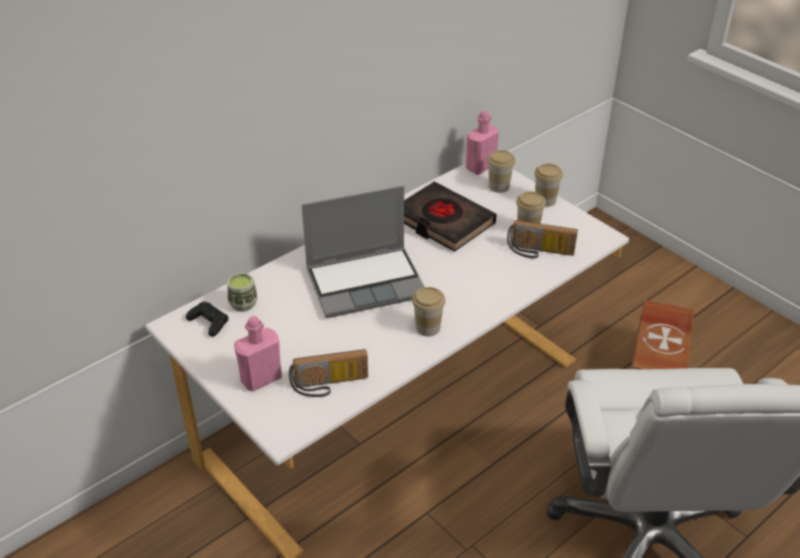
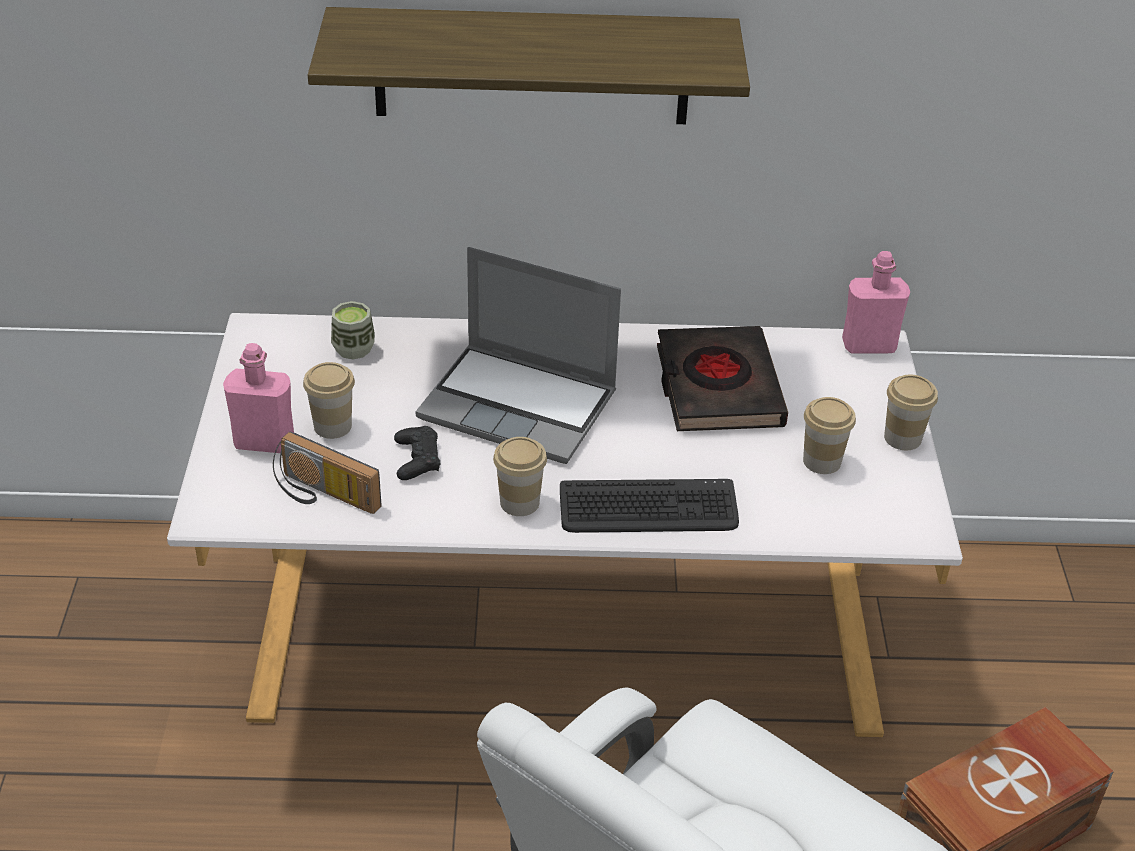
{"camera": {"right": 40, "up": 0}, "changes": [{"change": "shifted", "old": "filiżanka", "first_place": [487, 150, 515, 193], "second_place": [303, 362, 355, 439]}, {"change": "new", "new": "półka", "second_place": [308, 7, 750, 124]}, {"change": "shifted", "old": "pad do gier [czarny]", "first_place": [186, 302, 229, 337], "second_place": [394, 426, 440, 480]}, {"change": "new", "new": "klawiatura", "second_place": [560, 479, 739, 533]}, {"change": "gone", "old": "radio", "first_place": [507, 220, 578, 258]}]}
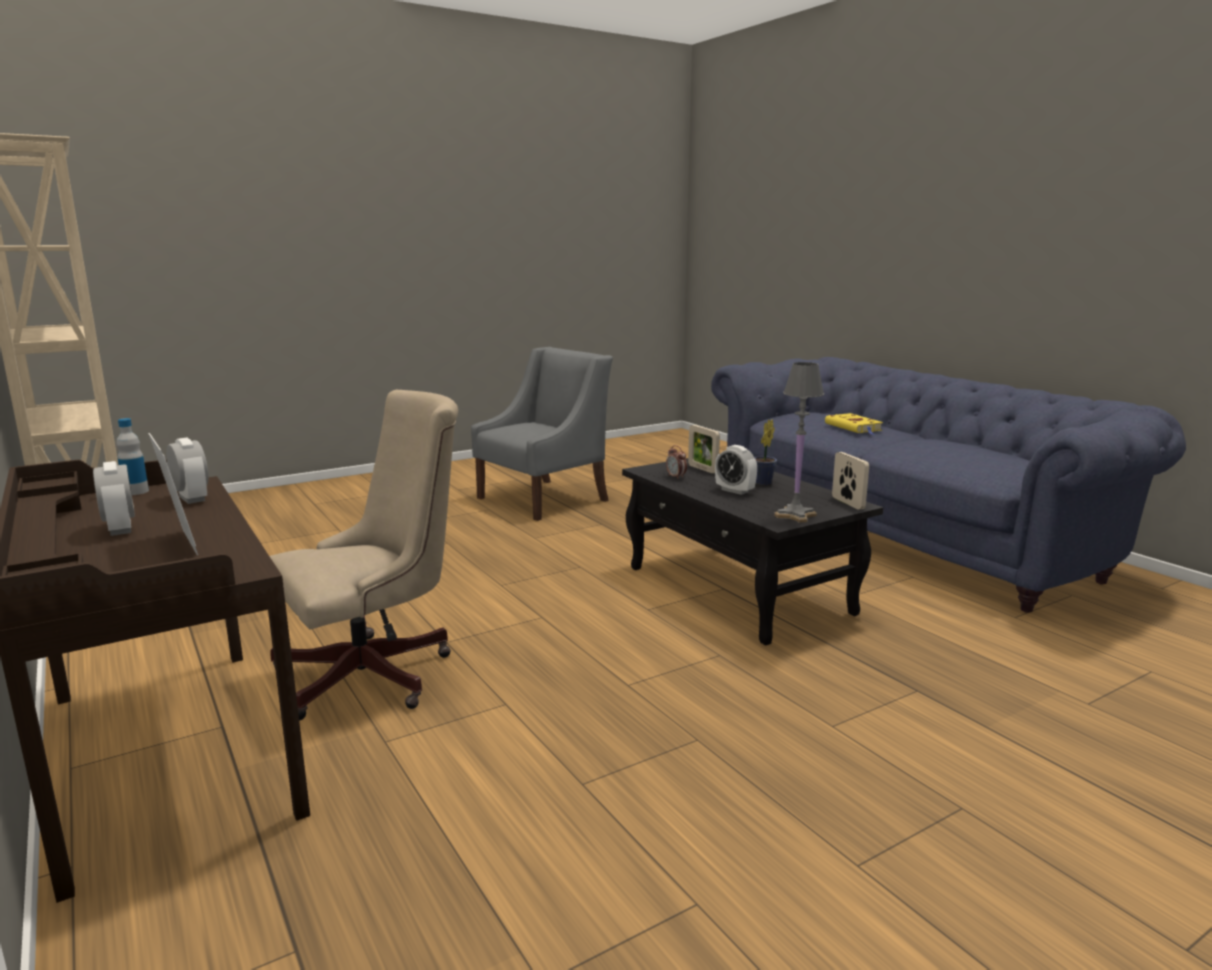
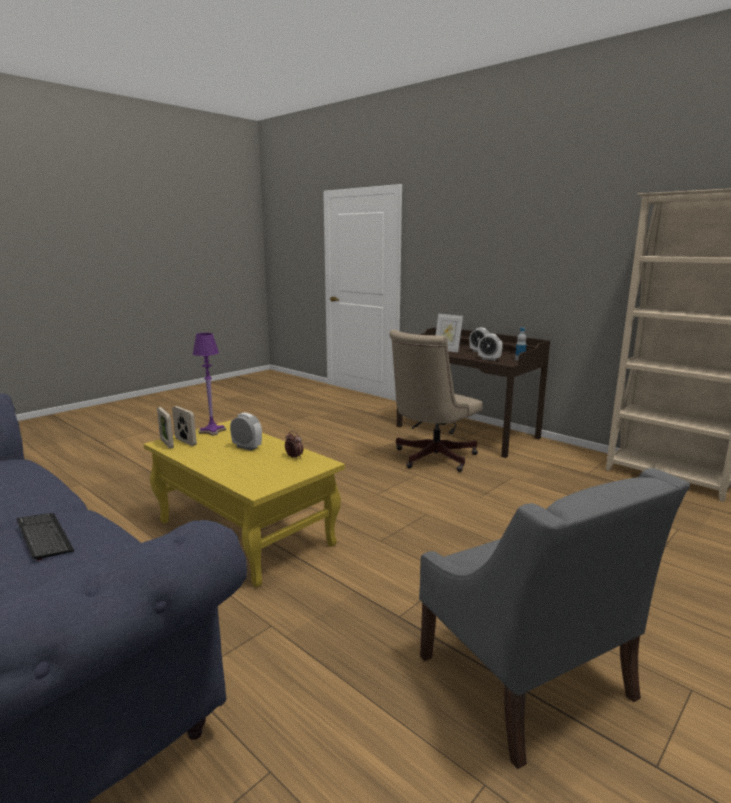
{"camera": {"right": 165, "up": 0}, "changes": [{"change": "swapped", "old": "książka [żółty]", "new": "klawiatura", "first_place": [825, 413, 883, 435], "second_place": [17, 513, 75, 561]}, {"change": "repainted", "old": "ława [czarny]", "new": "ława [żółty]", "first_place": [622, 458, 883, 645], "second_place": [144, 420, 345, 588]}, {"change": "shifted", "old": "ramka na zdjęcie", "first_place": [688, 425, 720, 474], "second_place": [172, 406, 197, 446]}, {"change": "repainted", "old": "lampa stołowa [szary]", "new": "lampa stołowa [fioletowy]", "first_place": [774, 362, 824, 522], "second_place": [192, 333, 226, 436]}, {"change": "rotated", "old": "fotel [szary]", "first_place": [471, 347, 613, 521], "second_place": [419, 468, 690, 769], "degrees": -60}, {"change": "gone", "old": "roślina doniczkowa", "first_place": [754, 419, 777, 485]}]}
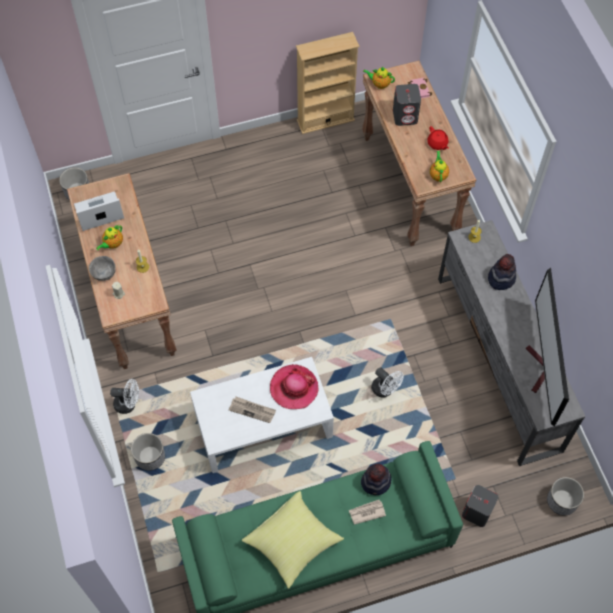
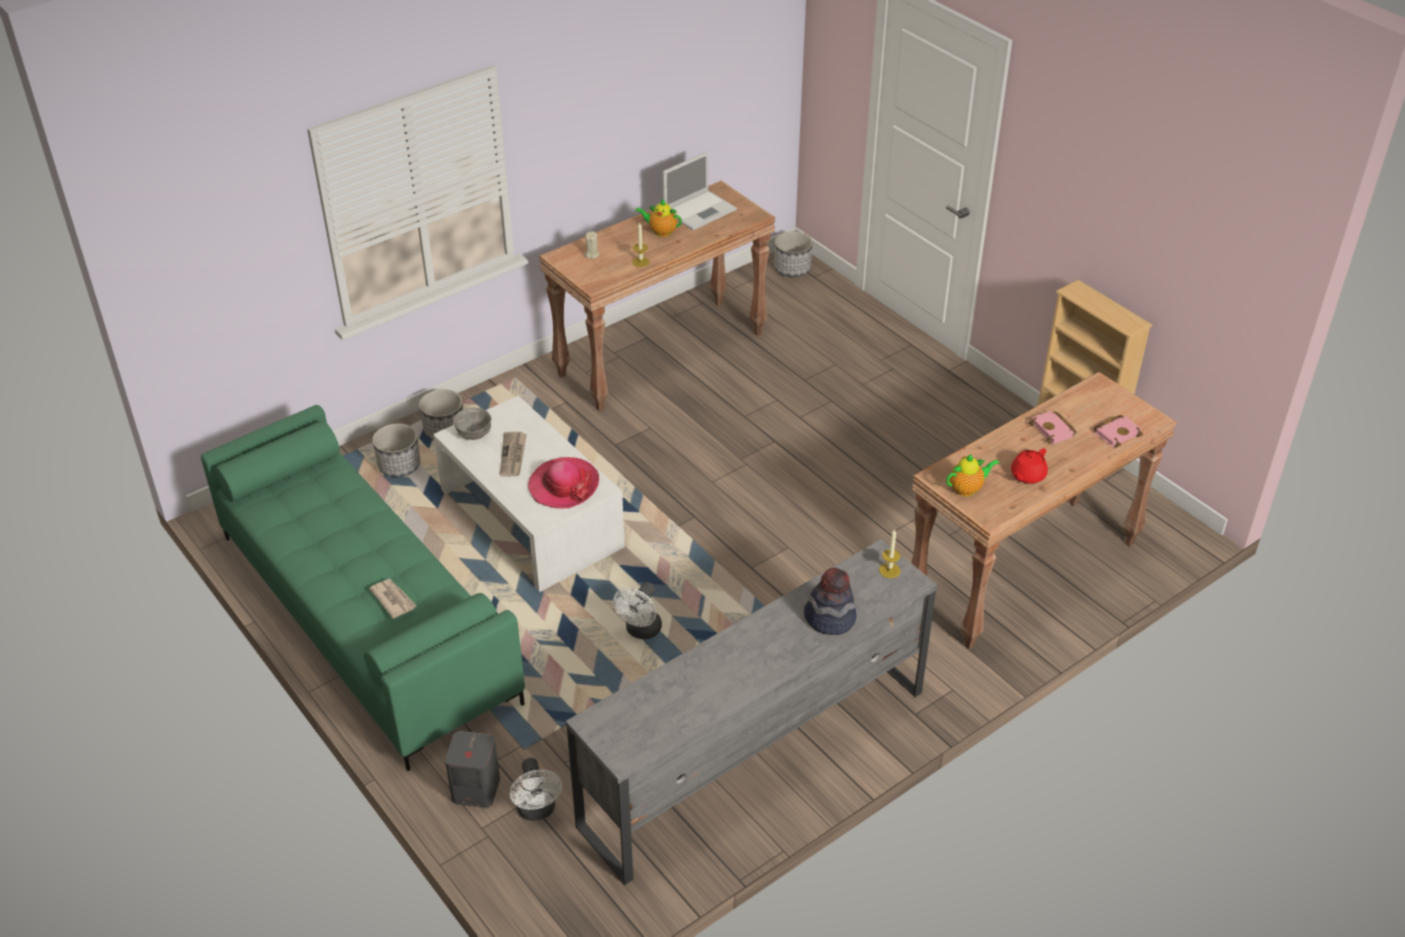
{"camera": {"right": 70, "up": -20}, "changes": [{"change": "shifted", "old": "donica", "first_place": [547, 477, 584, 515], "second_place": [372, 423, 420, 477]}, {"change": "shifted", "old": "miska [szary]", "first_place": [89, 256, 116, 281], "second_place": [453, 408, 491, 440]}, {"change": "shifted", "old": "wentylator [biały]", "first_place": [110, 379, 139, 414], "second_place": [510, 758, 562, 821]}, {"change": "rotated", "old": "laptop", "first_place": [74, 191, 124, 231], "second_place": [662, 152, 737, 230], "degrees": 90}, {"change": "swapped", "old": "głośnik [szary]", "new": "książka [różowy]", "first_place": [393, 84, 421, 126], "second_place": [1029, 411, 1077, 444]}, {"change": "gone", "old": "poduszka [żółty]", "first_place": [242, 491, 344, 589]}, {"change": "gone", "old": "kapelusz", "first_place": [361, 463, 391, 495]}, {"change": "gone", "old": "imbryk", "first_place": [363, 67, 395, 89]}, {"change": "gone", "old": "telewizor", "first_place": [525, 268, 569, 427]}]}
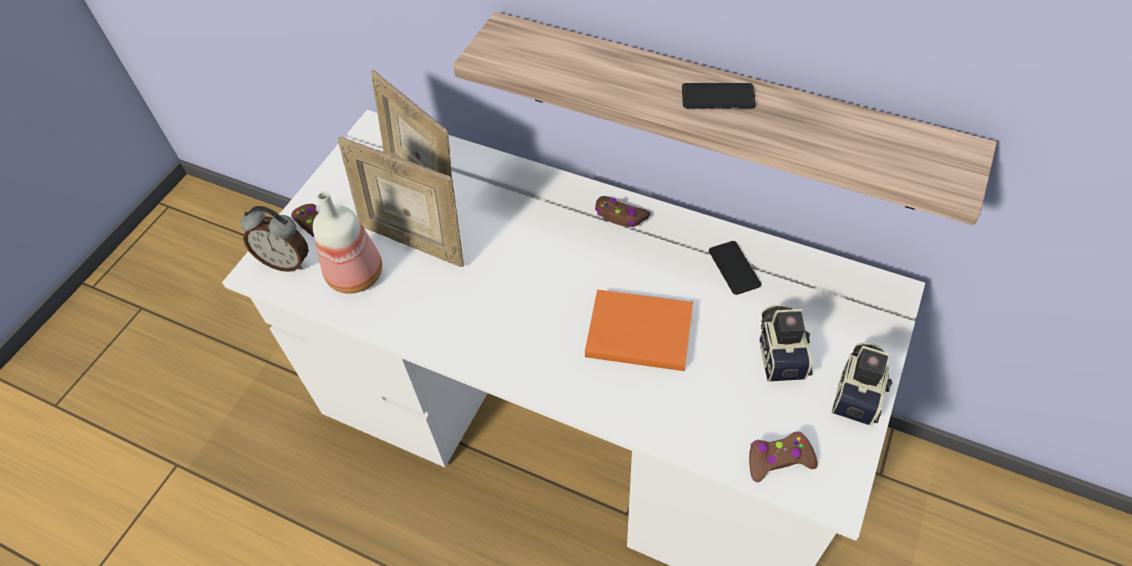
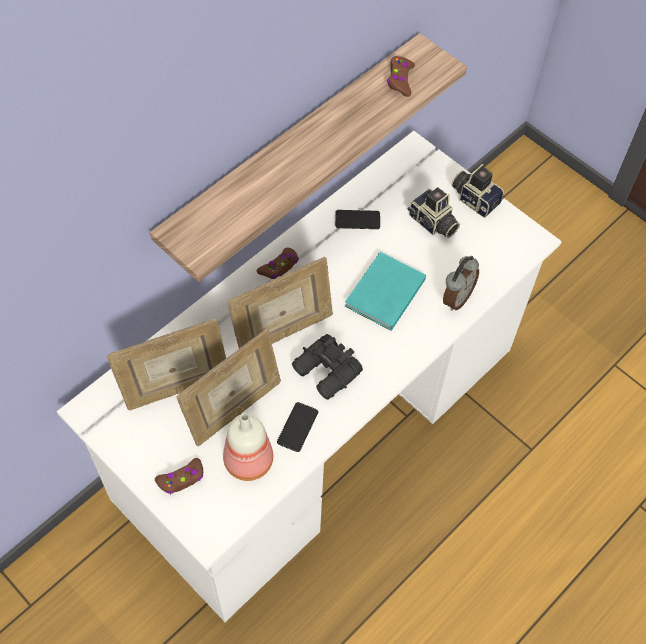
{"camera": {"right": -75, "up": 5}, "changes": [{"change": "new", "new": "ramka na zdjęcie", "second_place": [227, 257, 333, 348]}, {"change": "shifted", "old": "telefon", "first_place": [682, 83, 756, 109], "second_place": [277, 402, 318, 452]}, {"change": "new", "new": "lornetka [czarny]", "second_place": [292, 334, 363, 400]}, {"change": "repainted", "old": "książka [pomarańczowy]", "new": "książka [turkusowy]", "first_place": [585, 290, 693, 371], "second_place": [345, 252, 426, 331]}, {"change": "shifted", "old": "pad do gier [brązowy]", "first_place": [749, 432, 818, 482], "second_place": [387, 56, 415, 97]}, {"change": "rotated", "old": "aparat fotograficzny", "first_place": [759, 304, 813, 382], "second_place": [407, 187, 460, 238], "degrees": -150}, {"change": "shifted", "old": "budzik", "first_place": [241, 206, 309, 272], "second_place": [443, 256, 479, 311]}]}
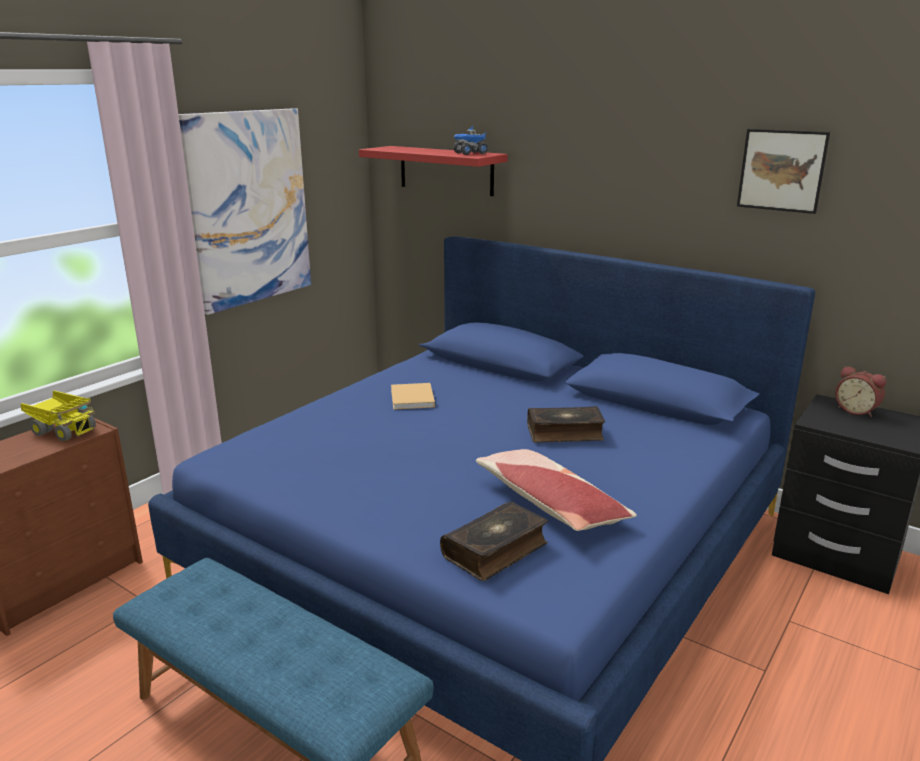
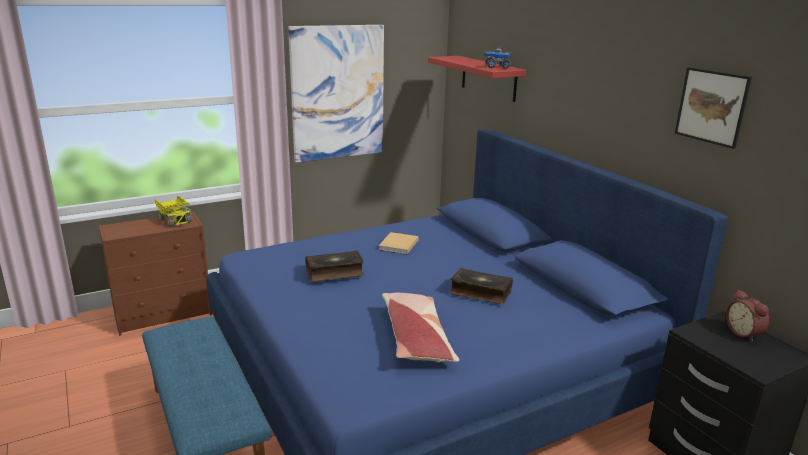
{"camera": {"right": 25, "up": 0}, "changes": [{"change": "shifted", "old": "książka", "first_place": [440, 501, 548, 581], "second_place": [305, 251, 364, 282]}]}
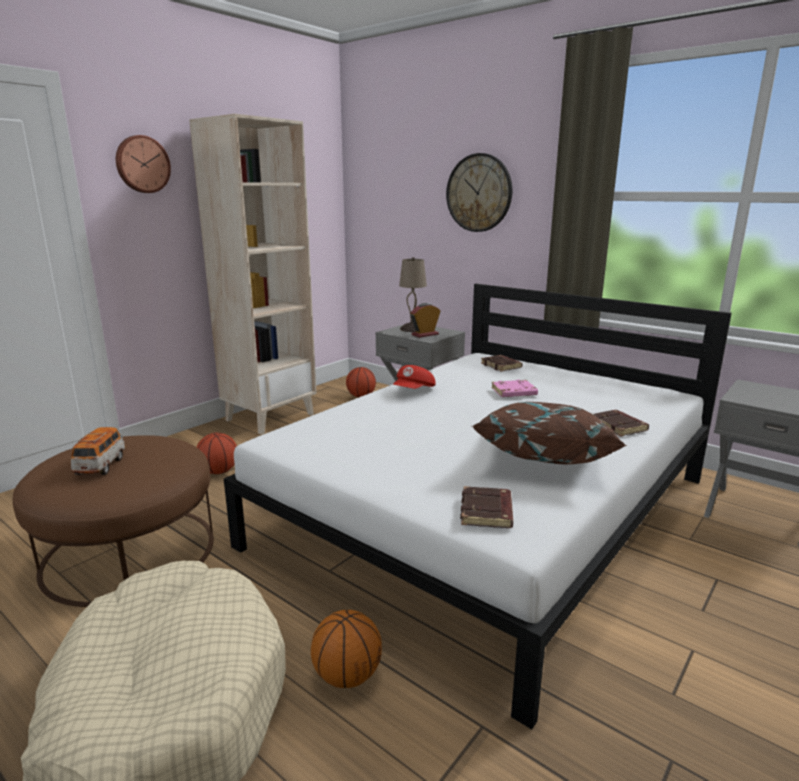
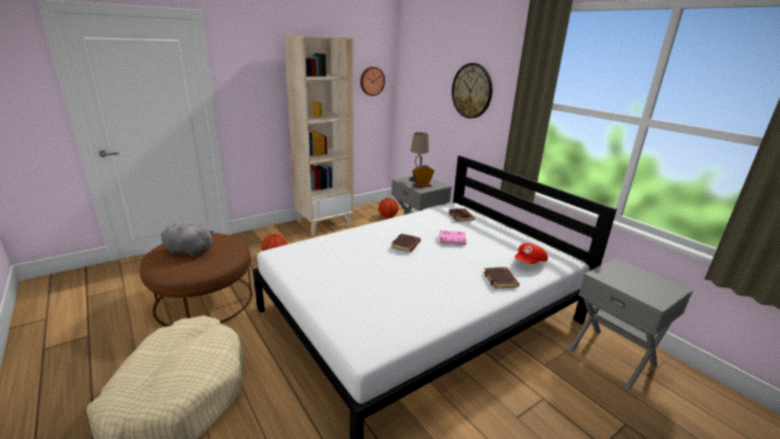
{"camera": {"right": 15, "up": 5}, "changes": [{"change": "swapped", "old": "samochodzik", "new": "pluszak [szary]", "first_place": [71, 427, 126, 475], "second_place": [161, 221, 214, 257]}, {"change": "shifted", "old": "zegar ścienny", "first_place": [116, 135, 171, 193], "second_place": [360, 67, 385, 96]}, {"change": "shifted", "old": "książka [brązowy]", "first_place": [460, 486, 513, 528], "second_place": [391, 233, 421, 252]}, {"change": "shifted", "old": "czapka z daszkiem [czerwony]", "first_place": [393, 365, 436, 389], "second_place": [515, 243, 548, 264]}, {"change": "gone", "old": "piłka do koszykówki", "first_place": [311, 610, 382, 688]}, {"change": "gone", "old": "poduszka [brązowy]", "first_place": [473, 402, 627, 464]}]}
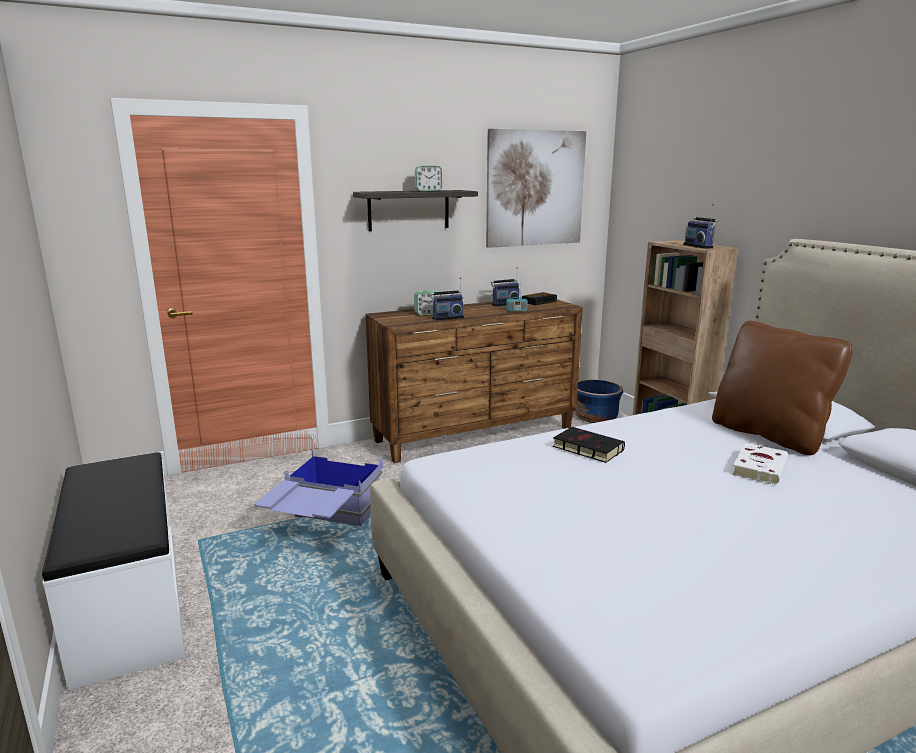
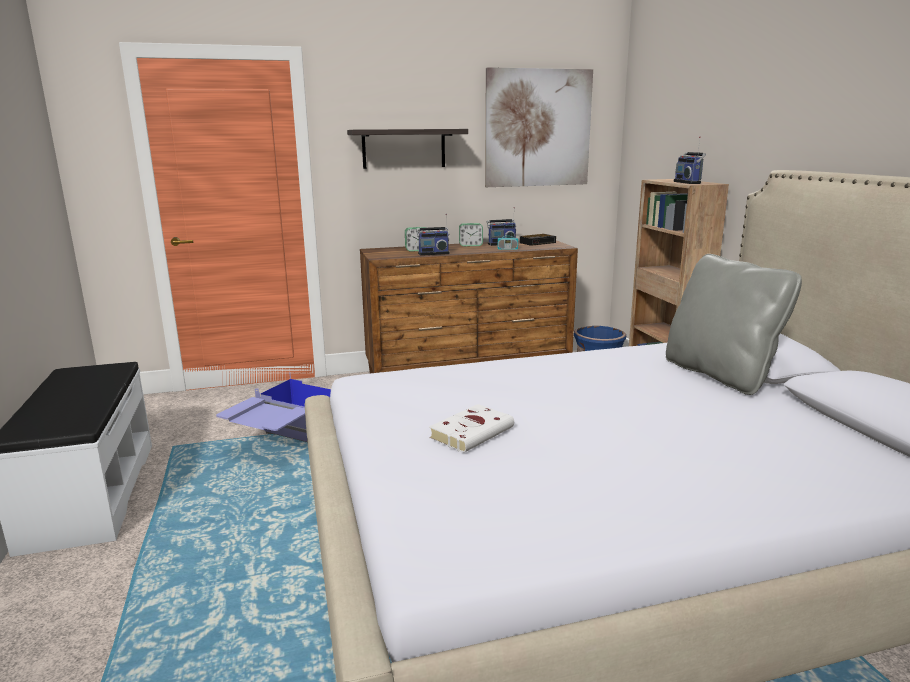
{"camera": {"right": 10, "up": 0}, "changes": [{"change": "shifted", "old": "książka [biały]", "first_place": [732, 443, 788, 485], "second_place": [429, 404, 514, 453]}, {"change": "shifted", "old": "budzik", "first_place": [415, 166, 442, 191], "second_place": [459, 223, 483, 246]}, {"change": "repainted", "old": "poduszka [brązowy]", "new": "poduszka [szary]", "first_place": [712, 321, 854, 455], "second_place": [666, 254, 802, 395]}, {"change": "gone", "old": "książka [czarny]", "first_place": [553, 427, 625, 463]}]}
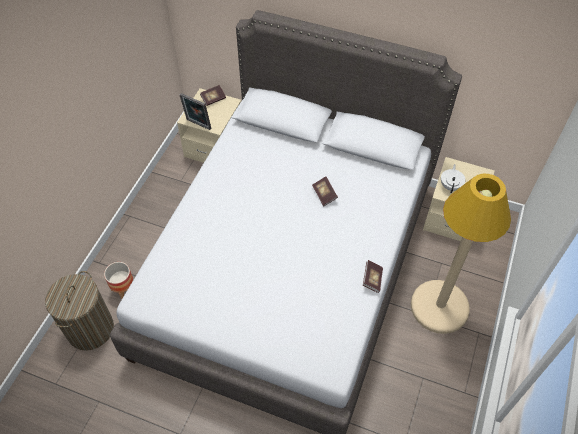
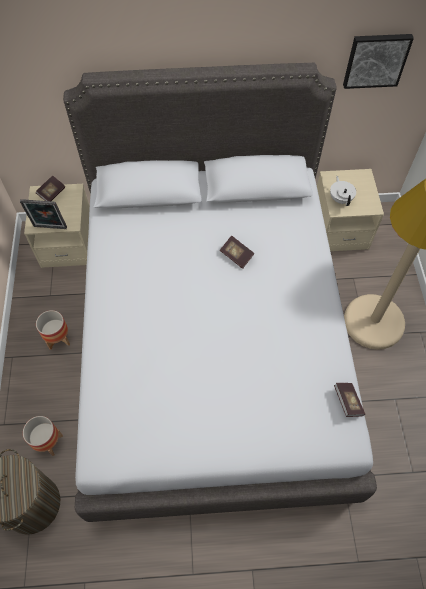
{"camera": {"right": -25, "up": 5}, "changes": [{"change": "new", "new": "donica", "second_place": [36, 310, 70, 350]}, {"change": "shifted", "old": "książka", "first_place": [363, 260, 383, 293], "second_place": [334, 383, 365, 417]}, {"change": "new", "new": "obraz", "second_place": [343, 34, 414, 89]}]}
